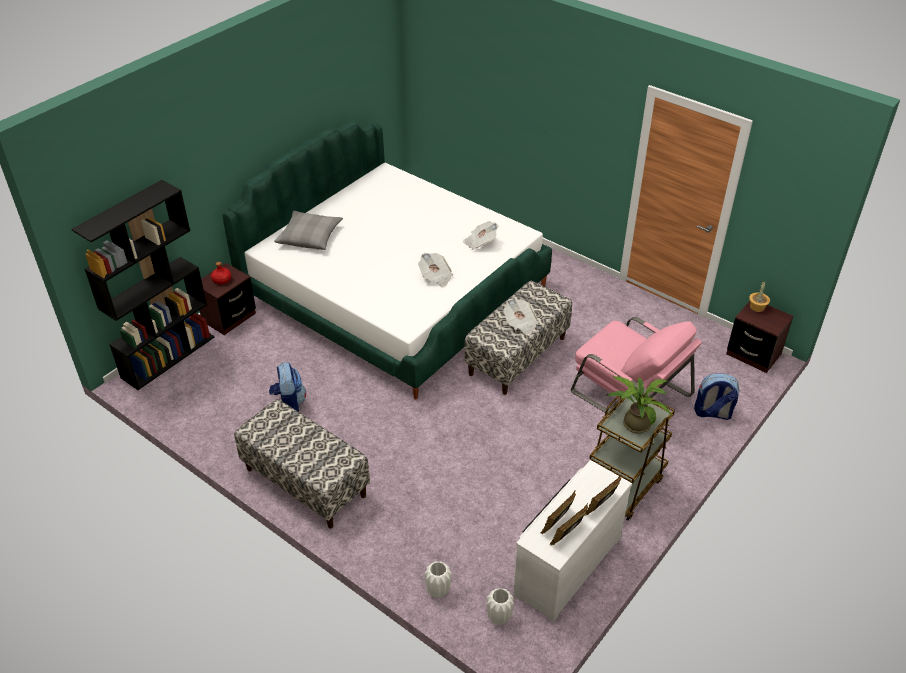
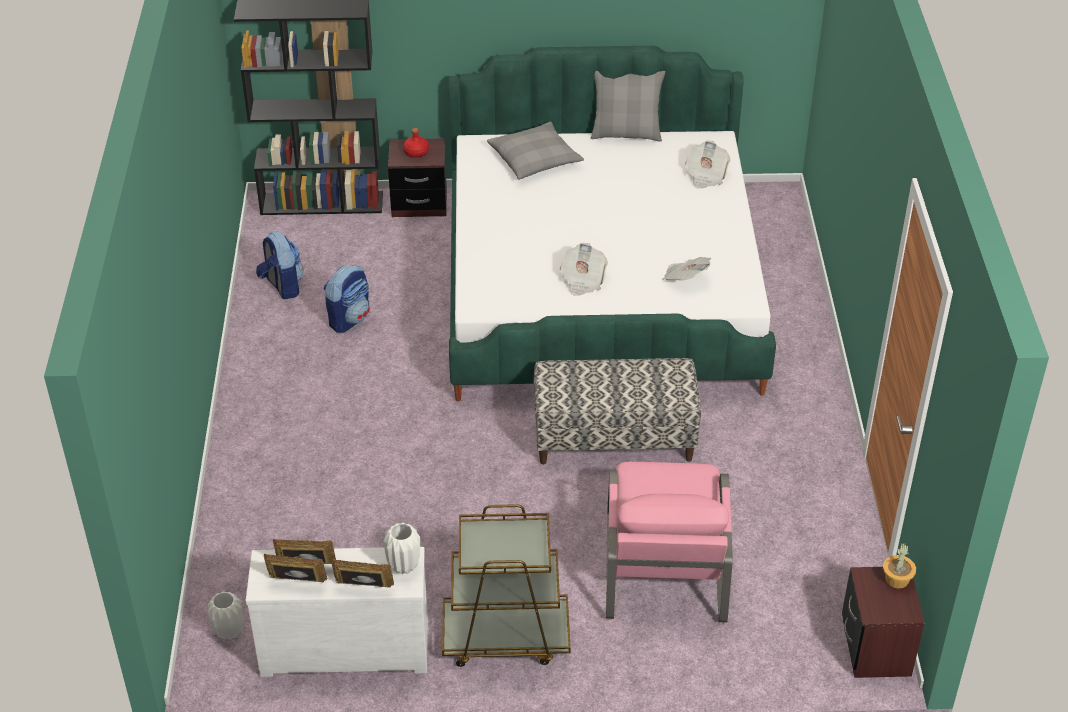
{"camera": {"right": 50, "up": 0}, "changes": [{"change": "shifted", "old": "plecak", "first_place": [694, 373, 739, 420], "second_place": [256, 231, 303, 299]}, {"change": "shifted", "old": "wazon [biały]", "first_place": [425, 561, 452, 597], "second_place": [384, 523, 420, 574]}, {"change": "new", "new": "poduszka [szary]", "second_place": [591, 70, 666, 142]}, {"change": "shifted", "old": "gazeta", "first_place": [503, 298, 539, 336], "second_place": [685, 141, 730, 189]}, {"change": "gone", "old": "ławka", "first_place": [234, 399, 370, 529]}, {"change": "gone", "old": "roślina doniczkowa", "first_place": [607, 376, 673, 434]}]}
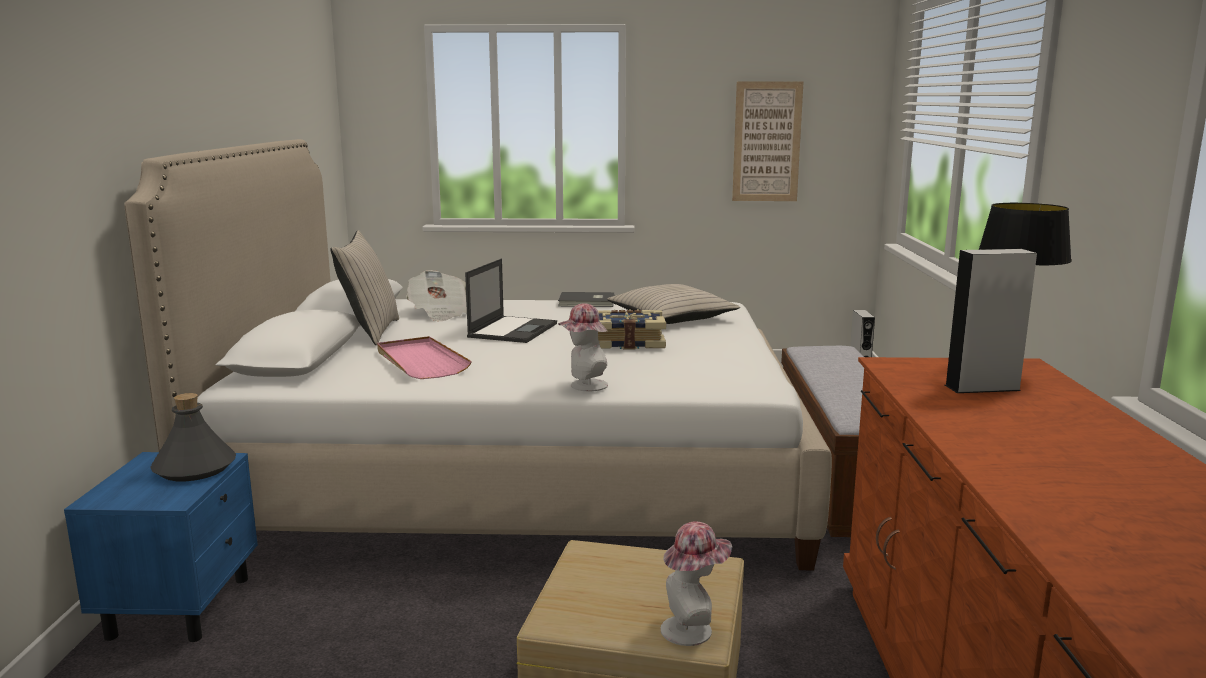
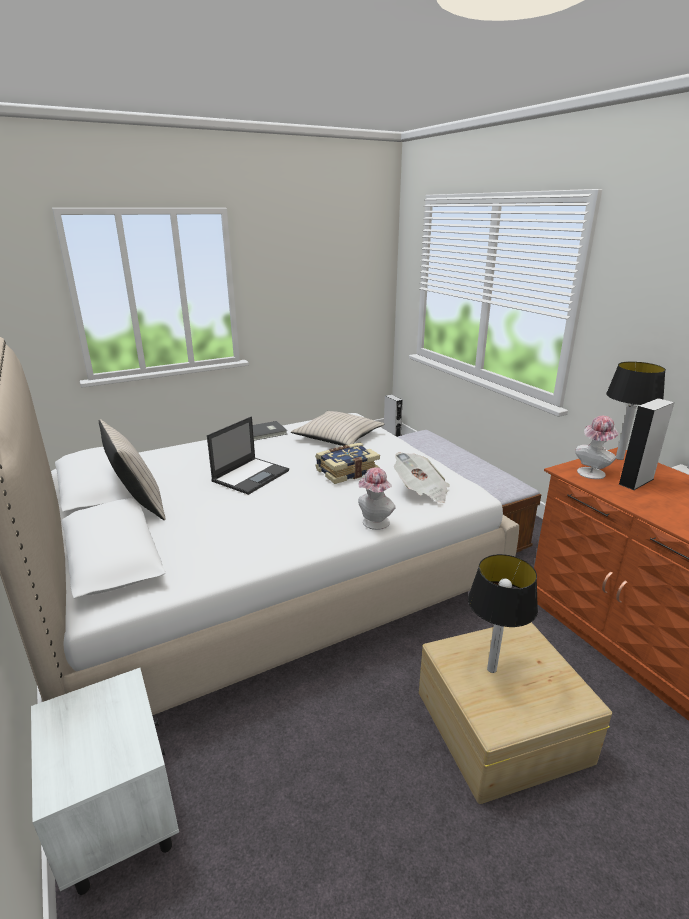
{"camera": {"right": -30, "up": 10}, "changes": [{"change": "repainted", "old": "szafka nocna [niebieski]", "new": "szafka nocna [biały]", "first_place": [64, 452, 258, 642], "second_place": [31, 668, 179, 895]}, {"change": "rotated", "old": "laptop", "first_place": [465, 259, 557, 343], "second_place": [207, 416, 289, 495], "degrees": 45}, {"change": "shifted", "old": "gazeta", "first_place": [406, 270, 467, 321], "second_place": [394, 452, 450, 503]}, {"change": "new", "new": "lampa stołowa", "second_place": [468, 554, 538, 673]}, {"change": "shifted", "old": "kapelusz", "first_place": [661, 521, 732, 646], "second_place": [575, 416, 619, 479]}, {"change": "gone", "old": "butelka [szary]", "first_place": [150, 393, 236, 481]}, {"change": "gone", "old": "taca [różowy]", "first_place": [377, 336, 472, 379]}, {"change": "gone", "old": "obraz", "first_place": [732, 81, 804, 201]}]}
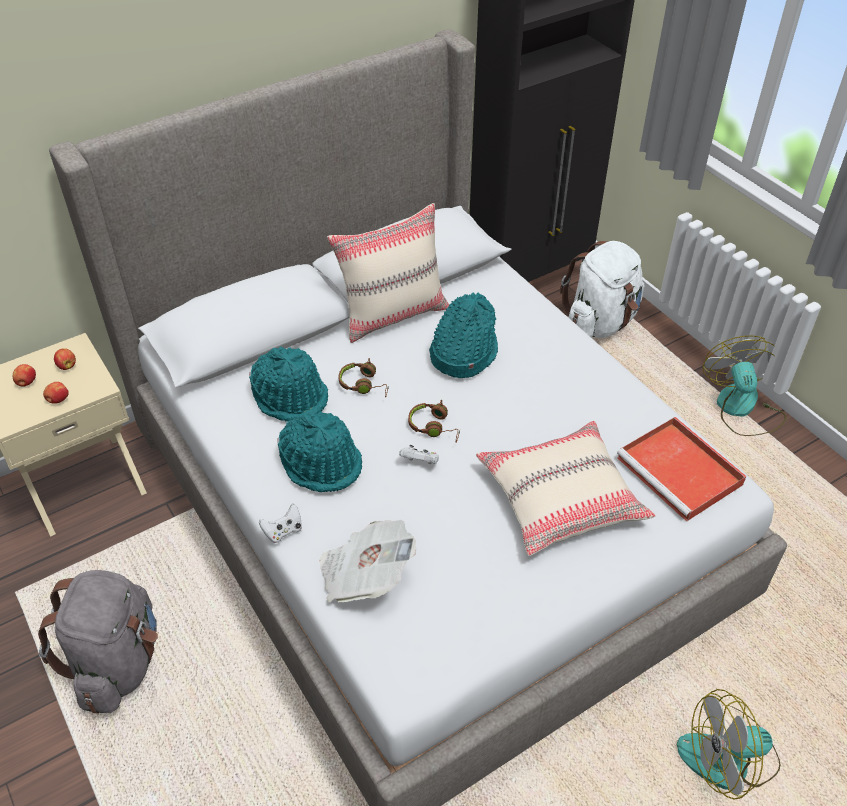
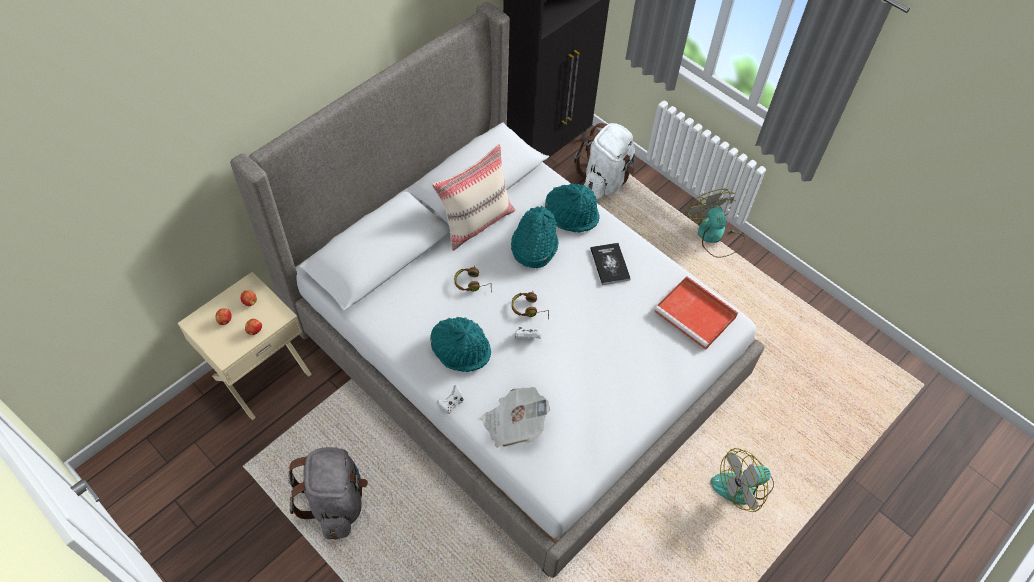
{"camera": {"right": -15, "up": 10}, "changes": [{"change": "shifted", "old": "kapelusz [turkusowy]", "first_place": [249, 347, 328, 422], "second_place": [545, 183, 600, 232]}, {"change": "new", "new": "książka", "second_place": [590, 243, 631, 285]}, {"change": "gone", "old": "poduszka [beżowy]", "first_place": [476, 421, 655, 556]}]}
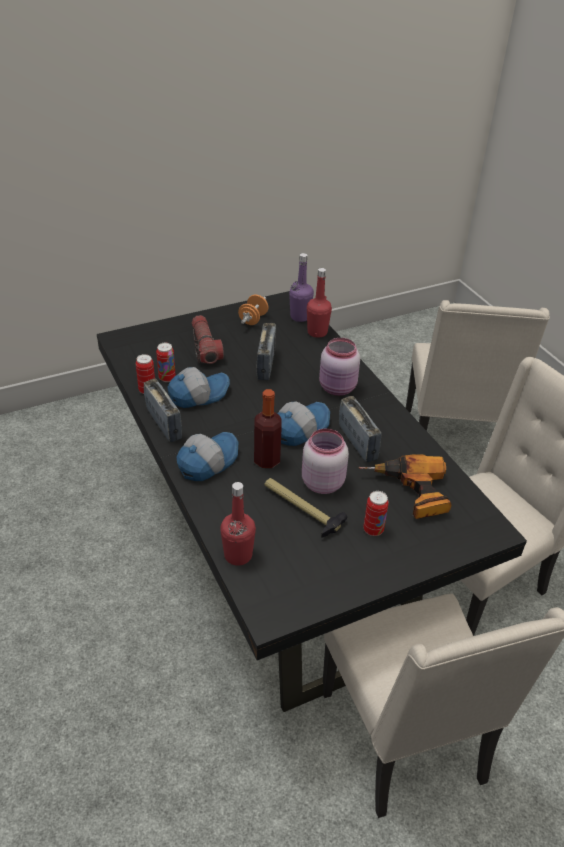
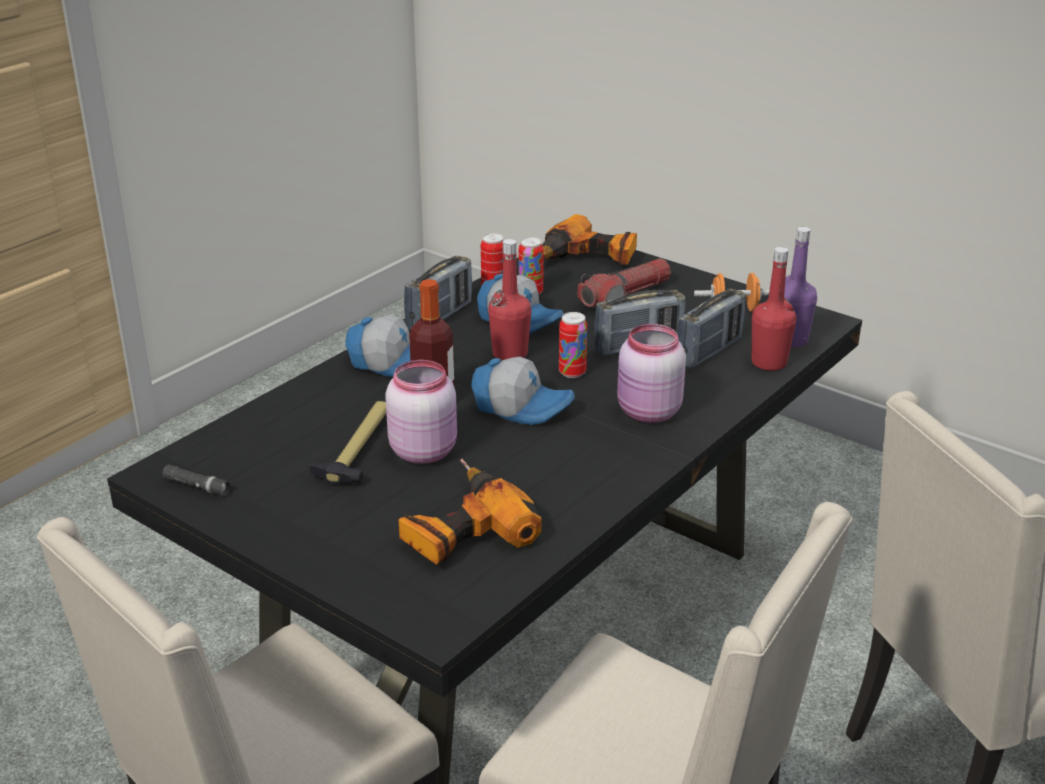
{"camera": {"right": 65, "up": -10}, "changes": [{"change": "new", "new": "latarka [czarny]", "second_place": [163, 465, 231, 496]}, {"change": "shifted", "old": "butelka [czerwony]", "first_place": [220, 482, 256, 566], "second_place": [488, 239, 532, 361]}, {"change": "new", "new": "wiertarka", "second_place": [542, 214, 637, 265]}, {"change": "shifted", "old": "puszka", "first_place": [363, 491, 389, 536], "second_place": [559, 312, 587, 378]}, {"change": "shifted", "old": "radio", "first_place": [339, 396, 382, 463], "second_place": [677, 289, 746, 369]}]}
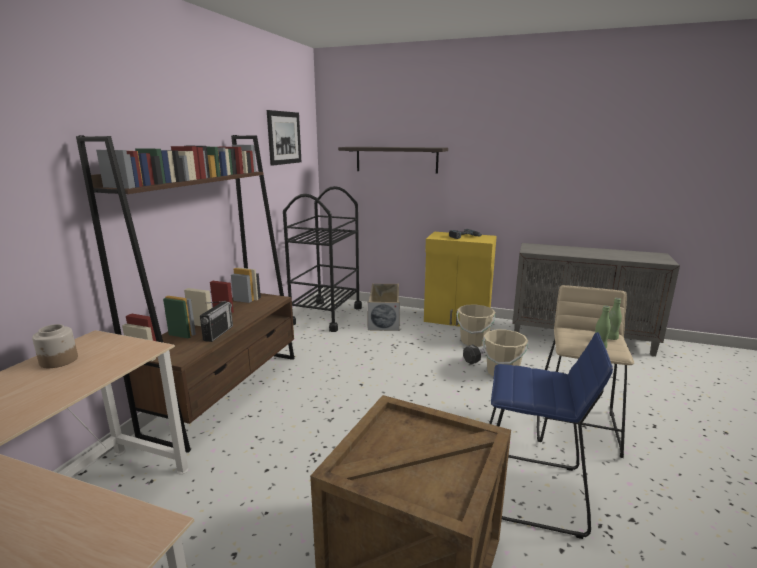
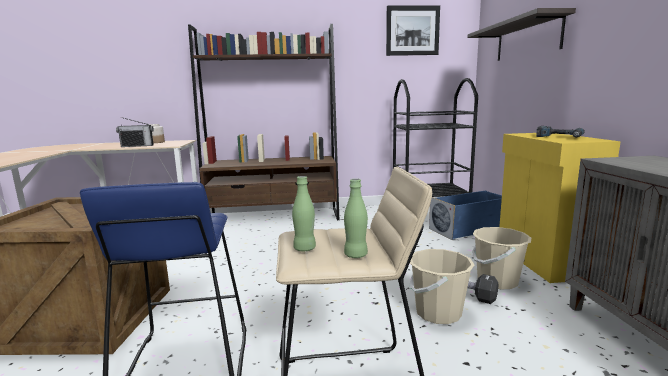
{"camera": {"right": 65, "up": -5}, "changes": [{"change": "shifted", "old": "radio", "first_place": [200, 301, 233, 342], "second_place": [116, 117, 154, 147]}, {"change": "repainted", "old": "pojemnik do przechowywania [beżowy]", "new": "pojemnik do przechowywania [niebieski]", "first_place": [367, 283, 400, 331], "second_place": [429, 191, 502, 240]}]}
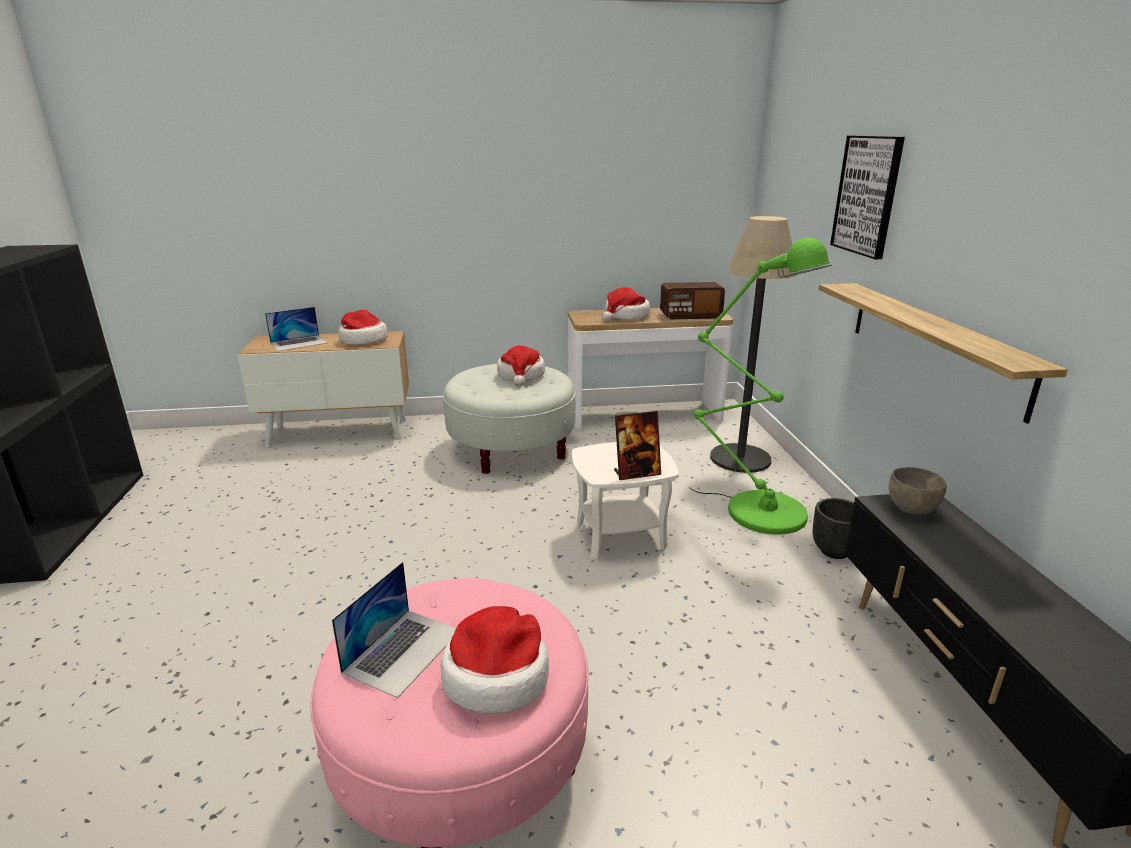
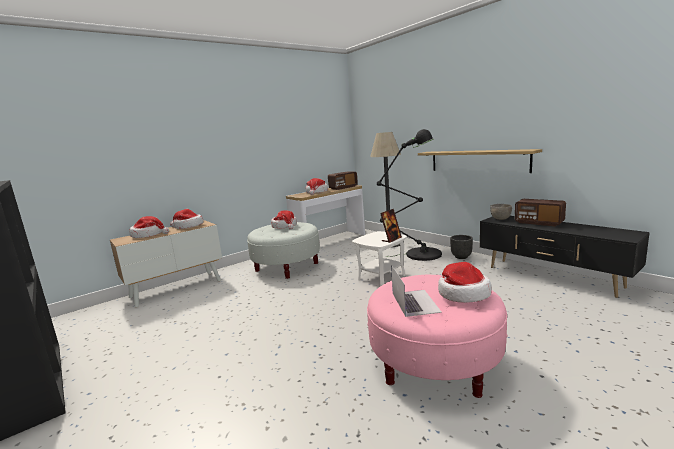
{"camera": {"right": -30, "up": -10}, "changes": [{"change": "swapped", "old": "laptop", "new": "kapelusz", "first_place": [265, 307, 328, 351], "second_place": [129, 216, 169, 238]}, {"change": "repainted", "old": "lampa stojąca [zielony]", "new": "lampa stojąca [czarny]", "first_place": [689, 237, 832, 535], "second_place": [377, 129, 442, 261]}, {"change": "new", "new": "radio", "second_place": [515, 199, 566, 227]}, {"change": "gone", "old": "obraz", "first_place": [830, 136, 905, 259]}]}
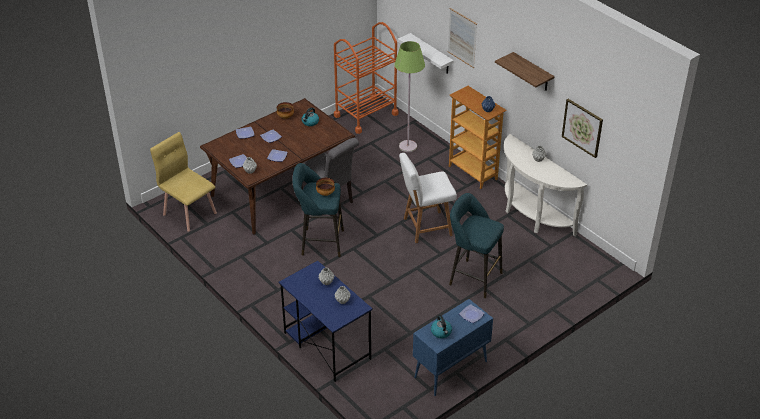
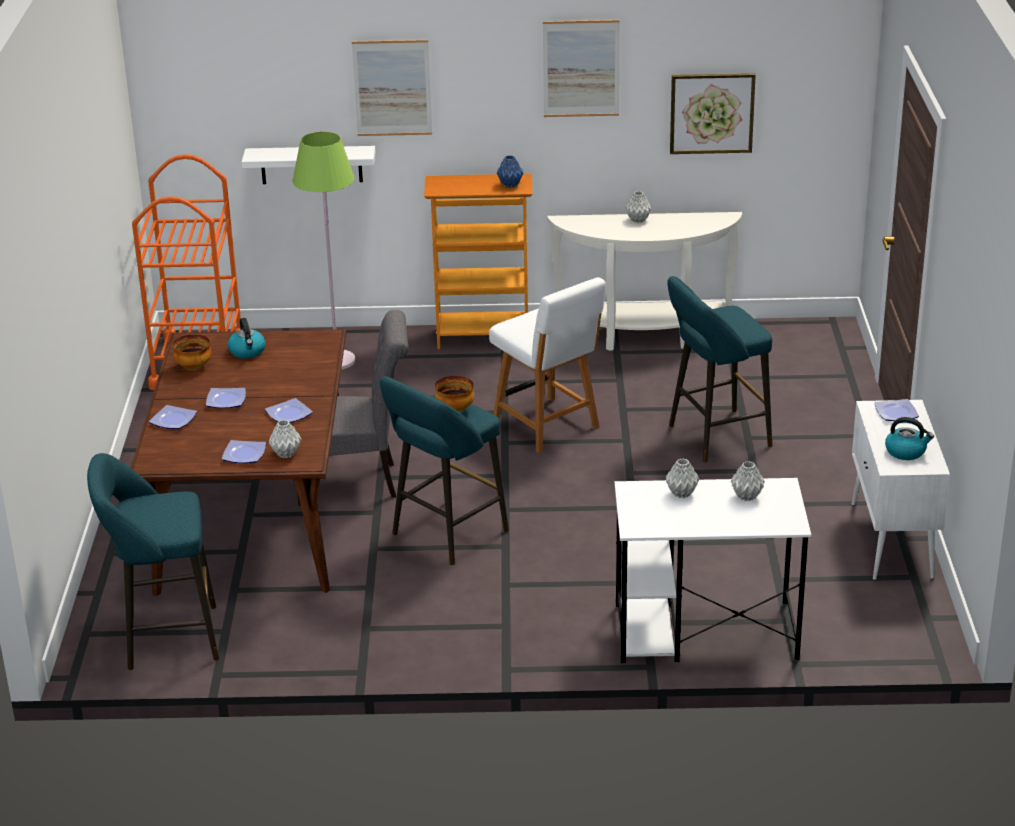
{"camera": {"right": -50, "up": -10}, "changes": [{"change": "swapped", "old": "krzesło [żółty]", "new": "stołek [turkusowy]", "first_place": [150, 132, 217, 232], "second_place": [87, 453, 219, 670]}, {"change": "rotated", "old": "krzesło [biały]", "first_place": [399, 153, 457, 243], "second_place": [489, 277, 606, 453], "degrees": -60}, {"change": "swapped", "old": "półka", "new": "obraz", "first_place": [495, 52, 555, 91], "second_place": [543, 20, 620, 117]}, {"change": "repainted", "old": "biurko [niebieski]", "new": "biurko [biały]", "first_place": [279, 261, 373, 382], "second_place": [614, 478, 811, 663]}, {"change": "repainted", "old": "szafka [niebieski]", "new": "szafka [biały]", "first_place": [413, 299, 493, 396], "second_place": [852, 400, 950, 580]}]}
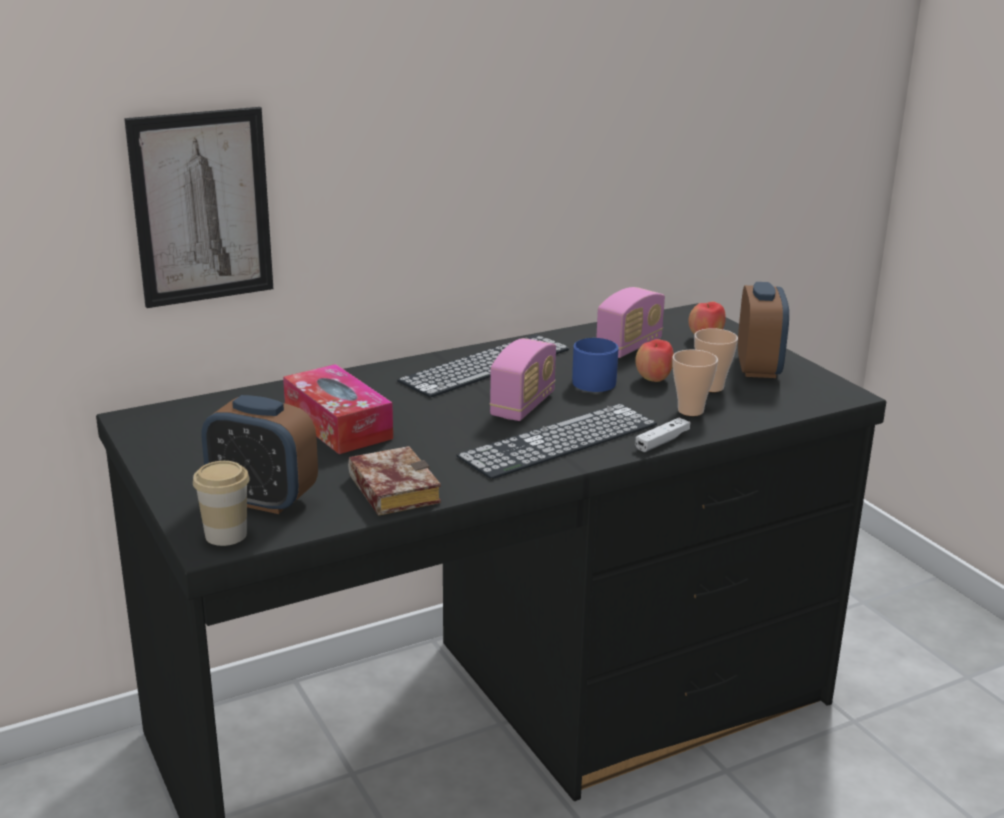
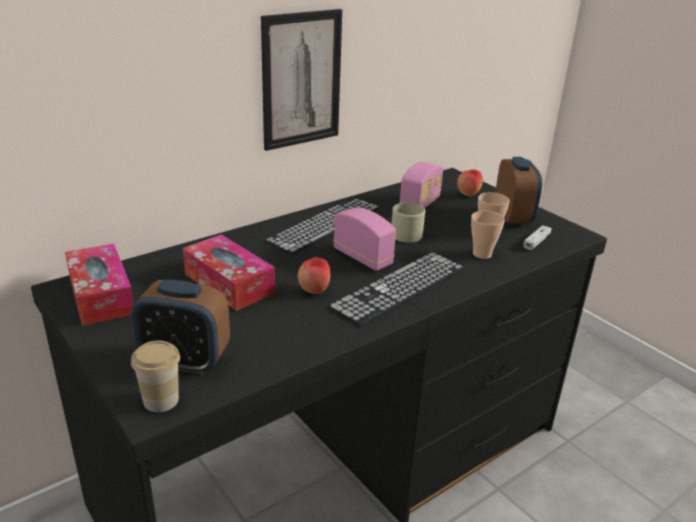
{"camera": {"right": -10, "up": 5}, "changes": [{"change": "new", "new": "pudełko chusteczek", "second_place": [65, 244, 134, 326]}, {"change": "shifted", "old": "obraz", "first_place": [124, 107, 273, 308], "second_place": [261, 9, 342, 151]}, {"change": "shifted", "old": "jabłko", "first_place": [635, 339, 674, 382], "second_place": [298, 257, 330, 294]}, {"change": "rotated", "old": "radio", "first_place": [490, 338, 556, 421], "second_place": [333, 208, 396, 271], "degrees": -60}, {"change": "repainted", "old": "kubek [niebieski]", "new": "kubek [beżowy]", "first_place": [572, 338, 619, 392], "second_place": [391, 202, 425, 243]}, {"change": "shifted", "old": "pad do gier [biały]", "first_place": [635, 418, 690, 452], "second_place": [523, 225, 552, 250]}, {"change": "gone", "old": "książka", "first_place": [348, 446, 441, 516]}]}
